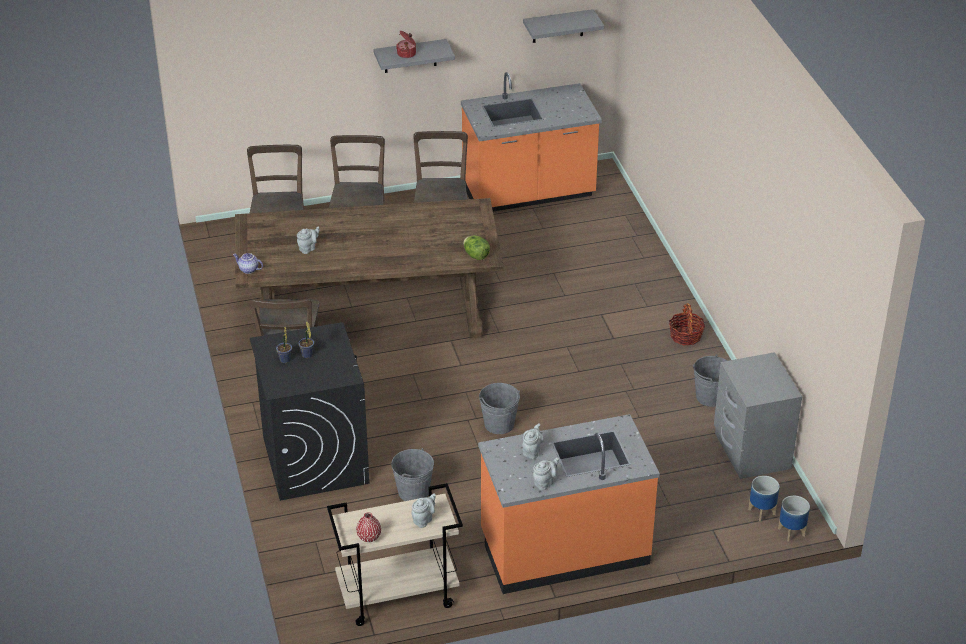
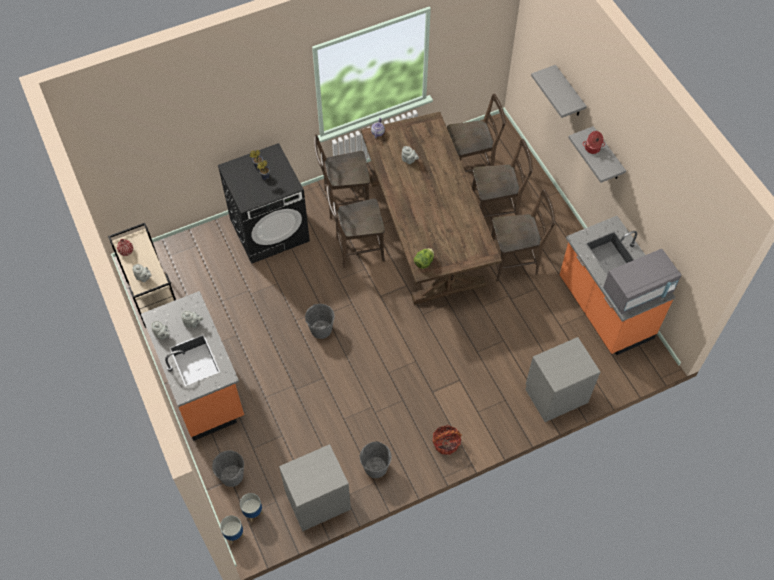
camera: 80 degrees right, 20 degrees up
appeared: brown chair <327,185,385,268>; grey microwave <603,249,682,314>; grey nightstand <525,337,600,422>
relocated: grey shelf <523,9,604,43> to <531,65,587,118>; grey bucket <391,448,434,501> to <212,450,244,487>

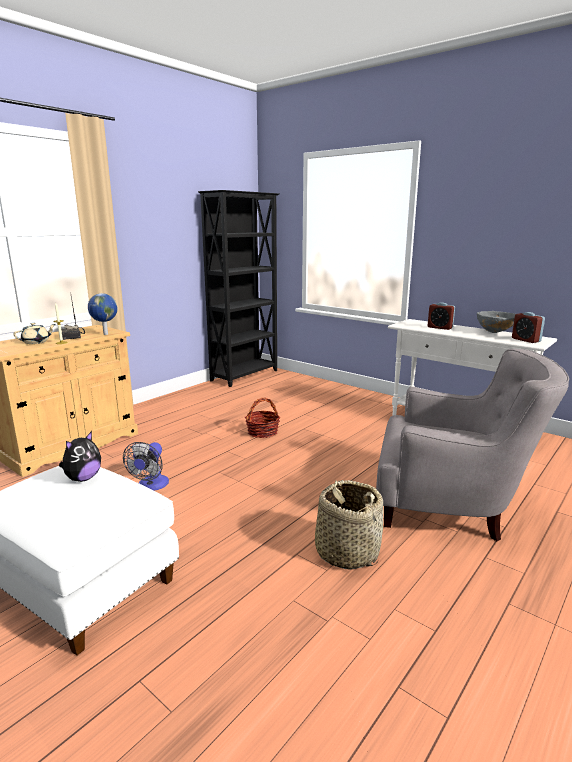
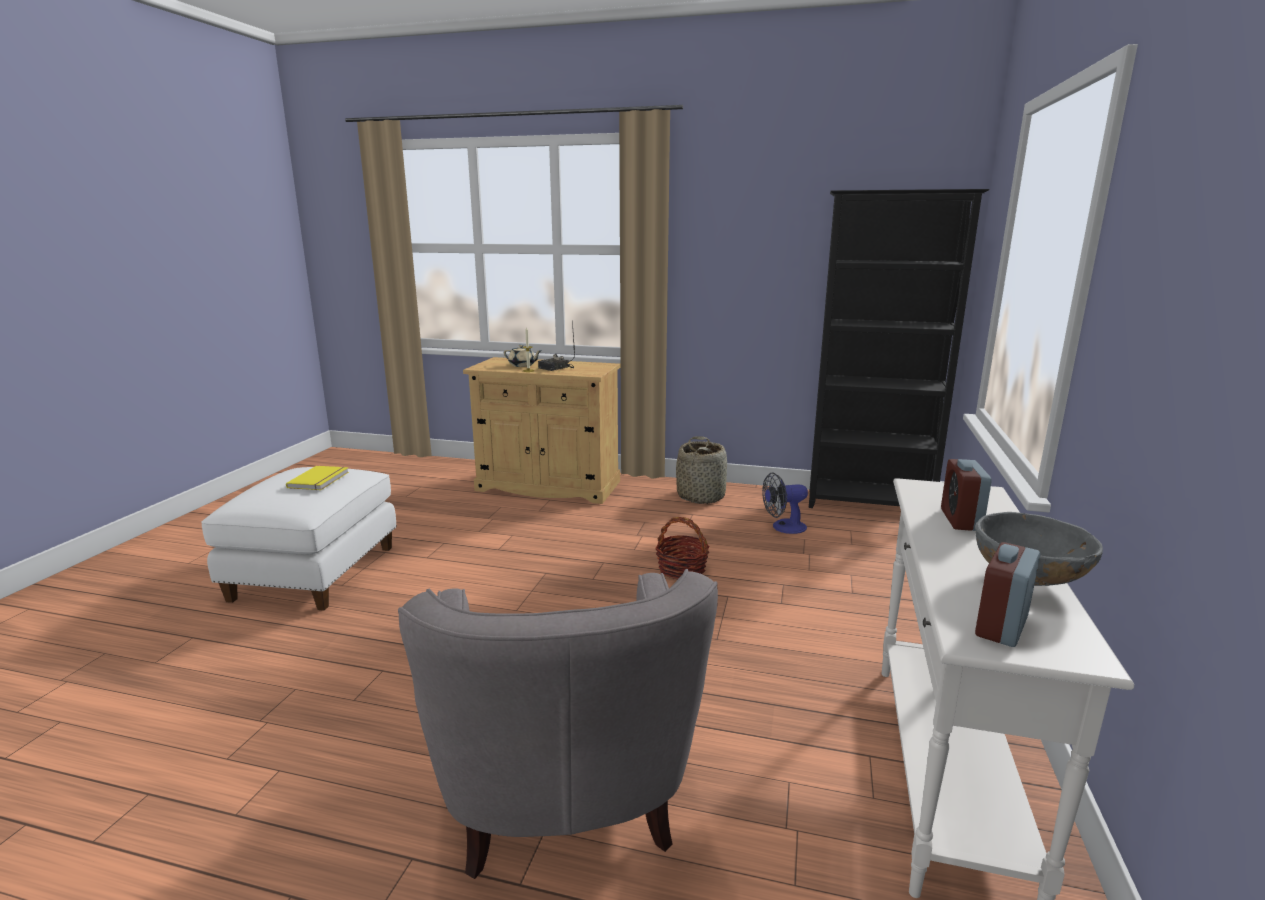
camera: 65 degrees right, 0 degrees up
missing: globe <88,293,118,335>
relocated: fan <123,442,169,491> to <762,473,808,534>; basket <315,480,383,570> to <676,436,727,504>
exchanged: plush toy <59,431,101,482> to yellow book <286,466,349,490>

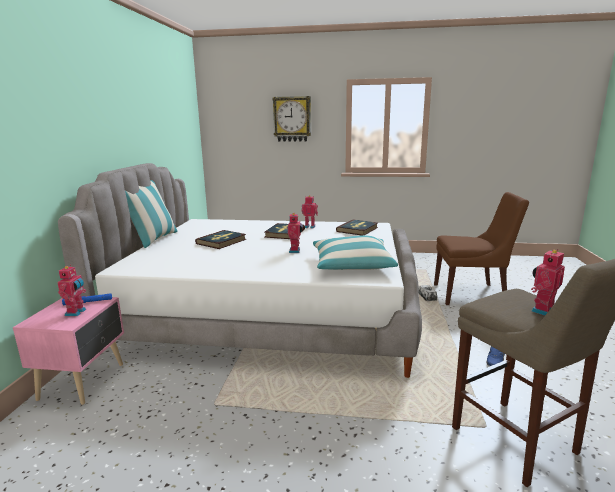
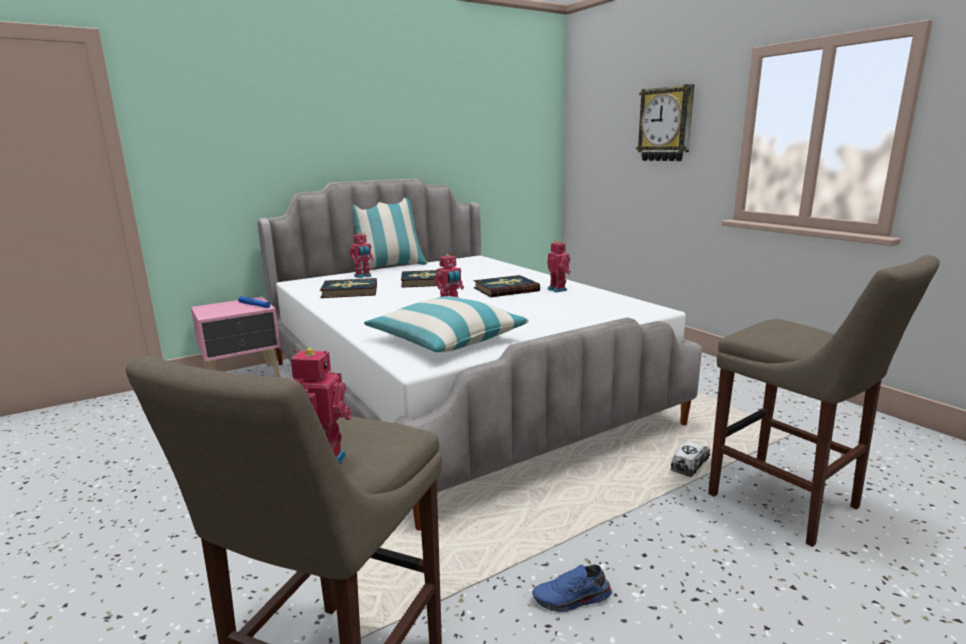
camera: 50 degrees right, 0 degrees up
relocated: book <336,220,378,235> to <320,278,377,298>; toy robot <57,265,86,316> to <349,233,374,278>
exchanged: brown chair <434,192,529,305> to beige stool <708,255,940,547>

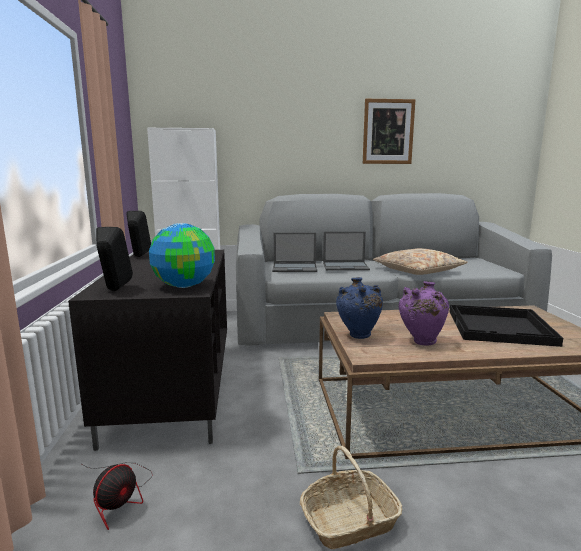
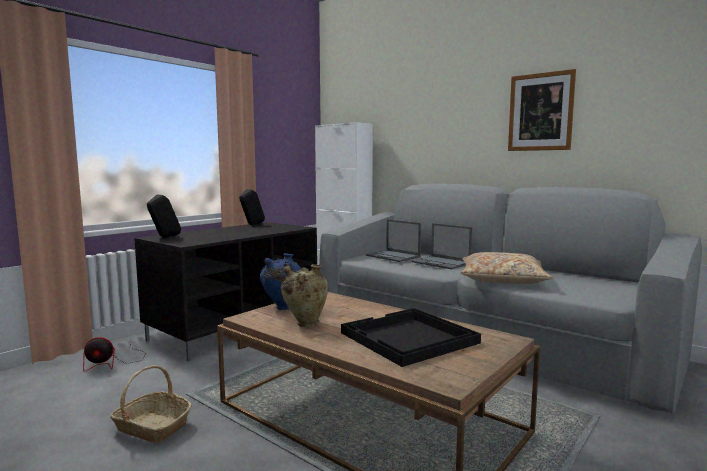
camera: 45 degrees right, 5 degrees down
missing: globe <149,223,215,288>
colour: purple vase <398,281,449,345> to beige vase <281,264,328,327>

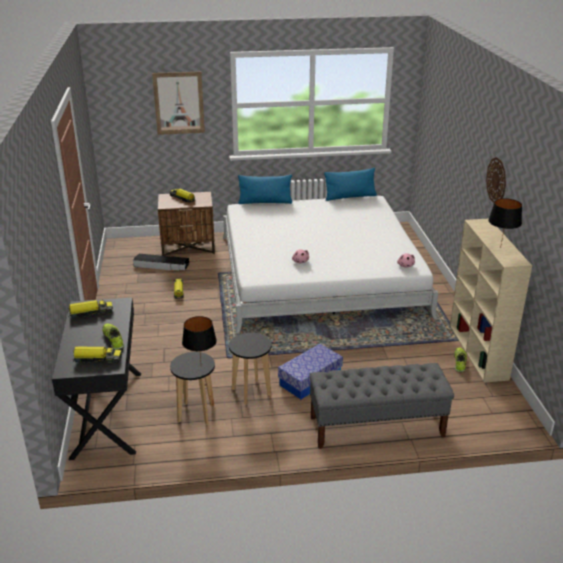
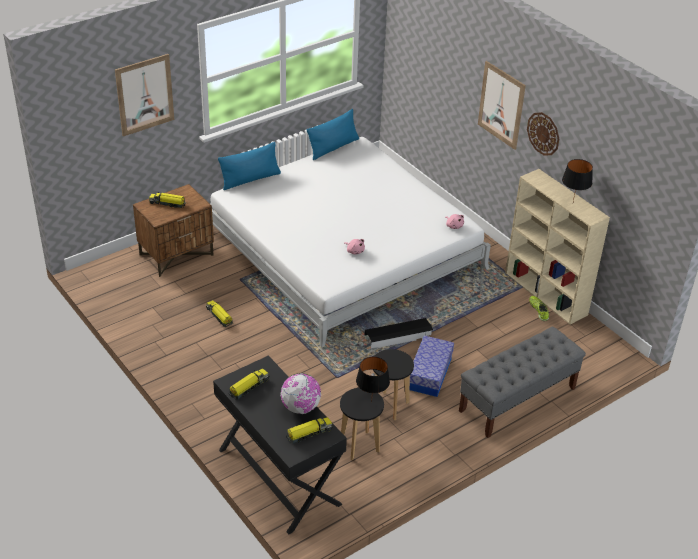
camera: 30 degrees left, 10 degrees up
appeared: picture <478,61,526,150>
relocated: black storage box <133,254,189,270> to <364,318,433,349>
exchanged: shoe <102,323,124,350> to globe <280,373,321,414>

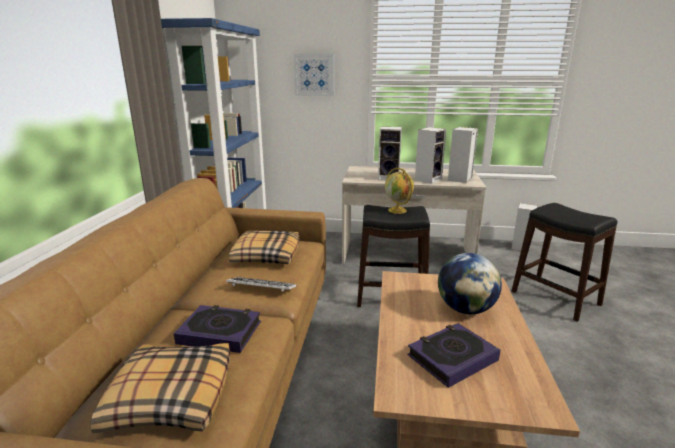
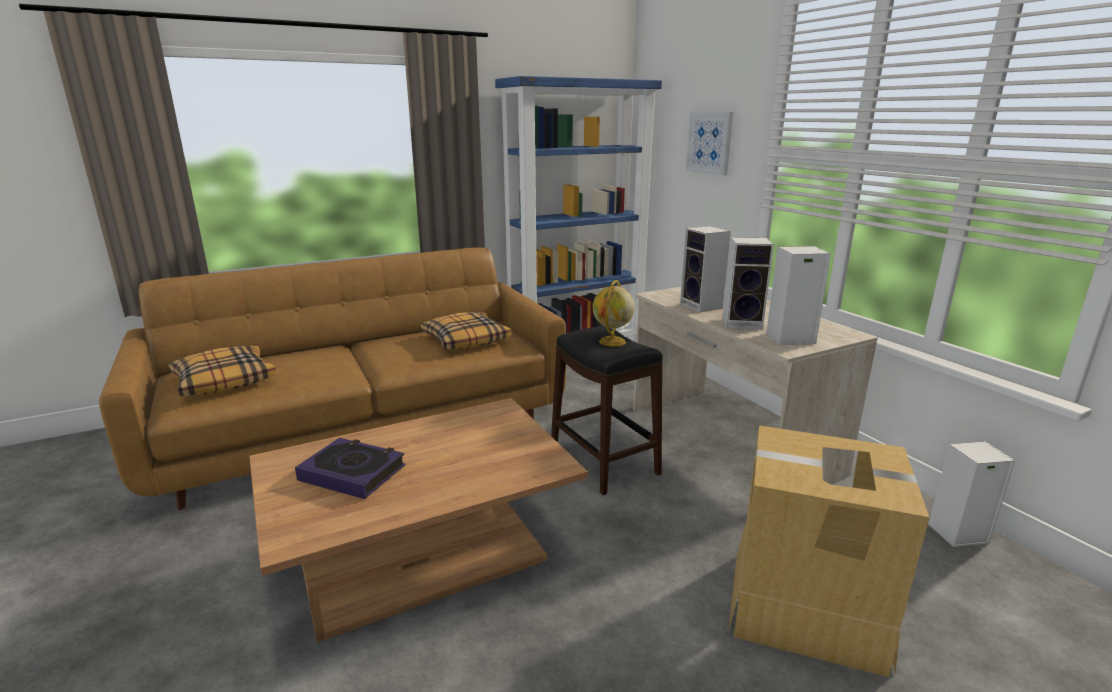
camera: 55 degrees right, 0 degrees up
missing: globe <438,253,502,314>; keyboard <226,277,296,292>; book <174,305,261,353>
exchanged: black stool <511,203,618,321> to cardboard box <728,425,929,677>

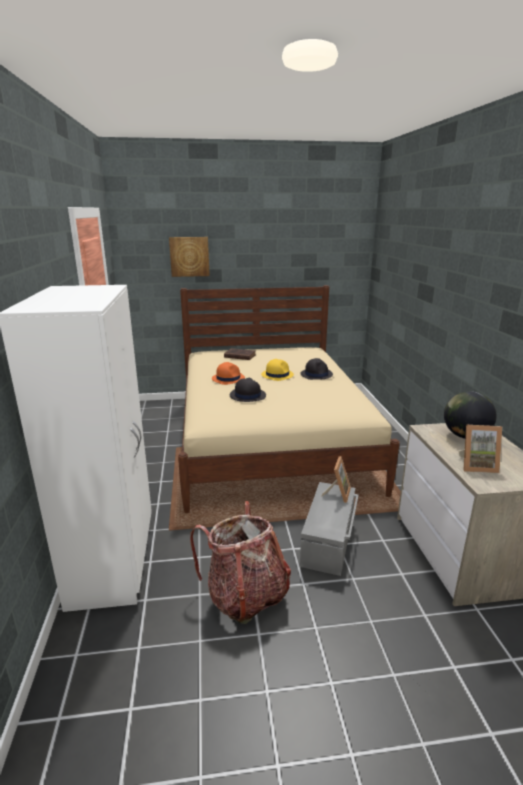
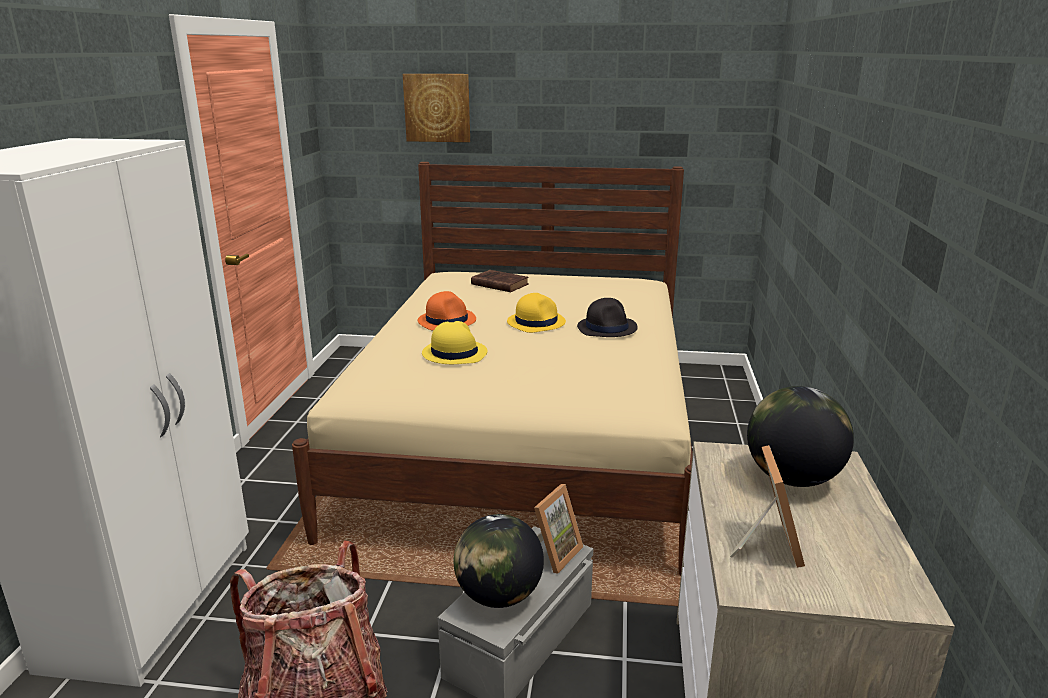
camera: 15 degrees right, 0 degrees up
appeared: globe <454,514,544,608>
colour: black hat <230,378,266,402> to yellow hat <422,321,487,364>
spun: picture frame <458,425,502,473> = <730,445,805,568> 105 degrees counterclockwise

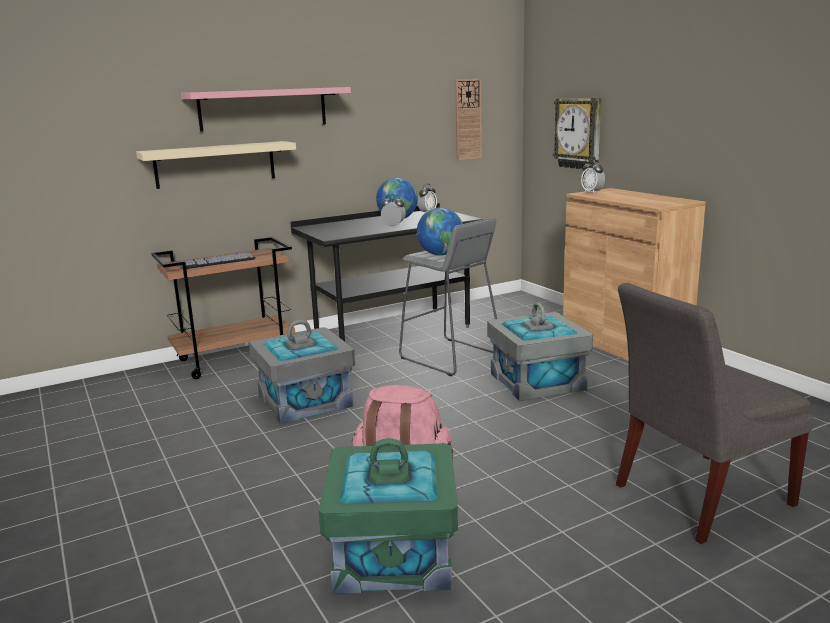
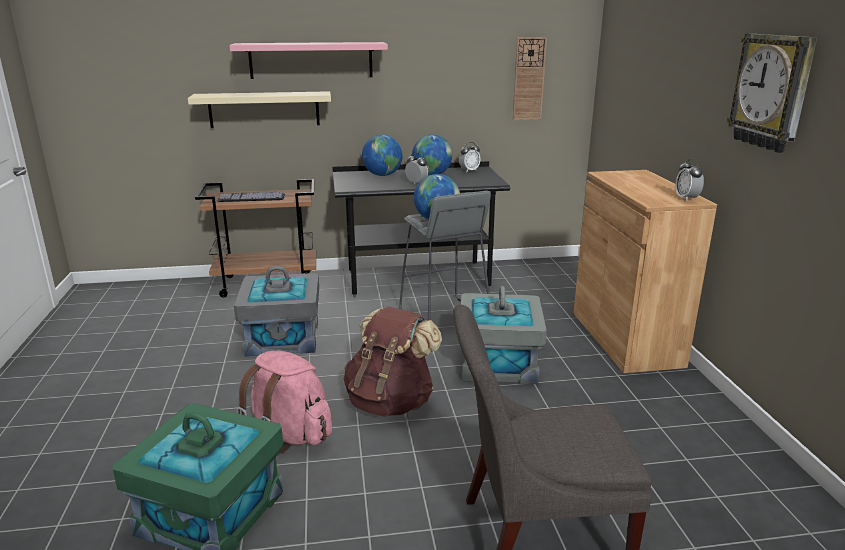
camera: 20 degrees right, 5 degrees up
appeared: globe <362,135,403,176>; brown backpack <344,307,442,417>
relocated: wall clock <553,98,601,169> to <727,34,817,153>; alarm clock <581,159,605,193> to <675,158,704,201>

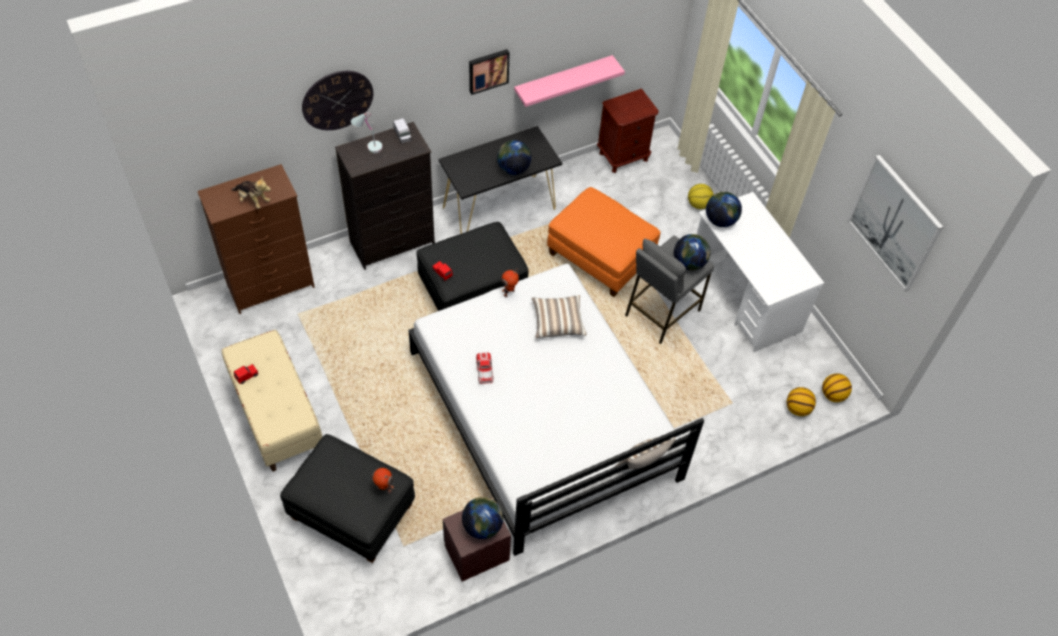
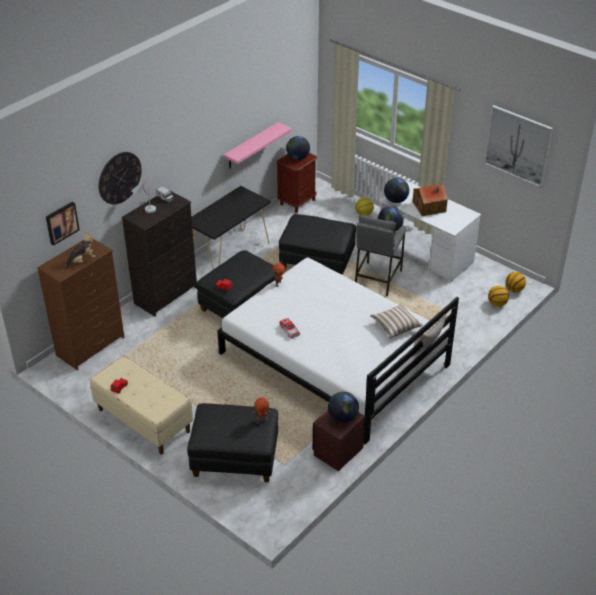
camera: 20 degrees left, 15 degrees down
appeared: toy house <413,185,448,216>
relocated: picture <469,49,510,95> to <46,202,79,246>; globe <497,140,531,175> to <286,136,310,160>; pillow <532,295,587,338> to <370,304,423,338>
colour: orange ottoman <547,187,661,297> to black ottoman <279,214,356,275>
spun: plush toy <231,176,271,209> = <64,232,96,269> 45 degrees counterclockwise

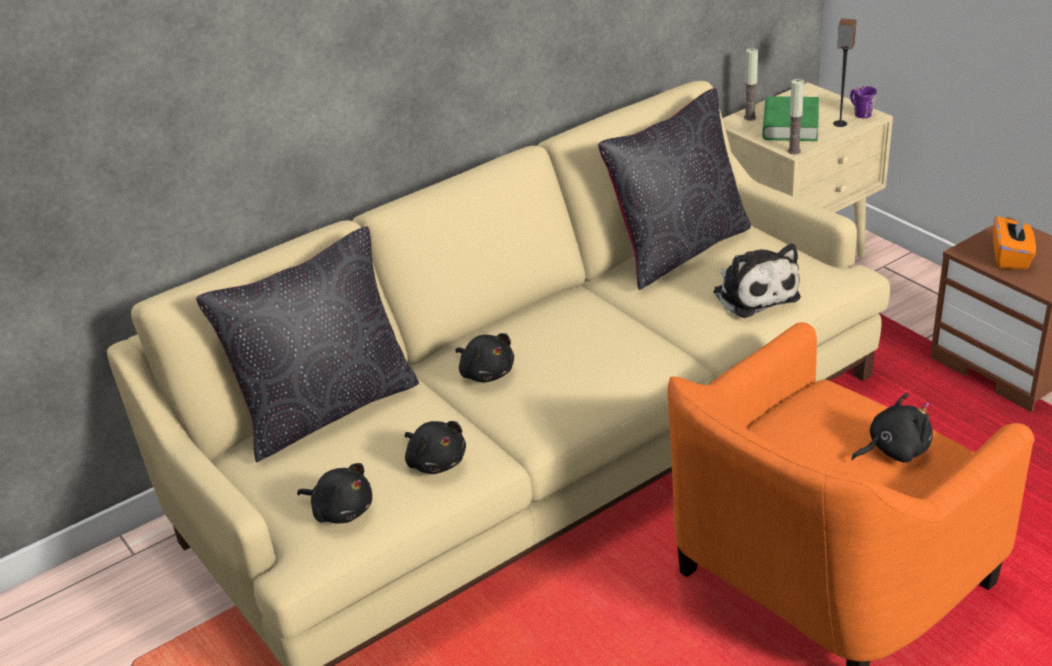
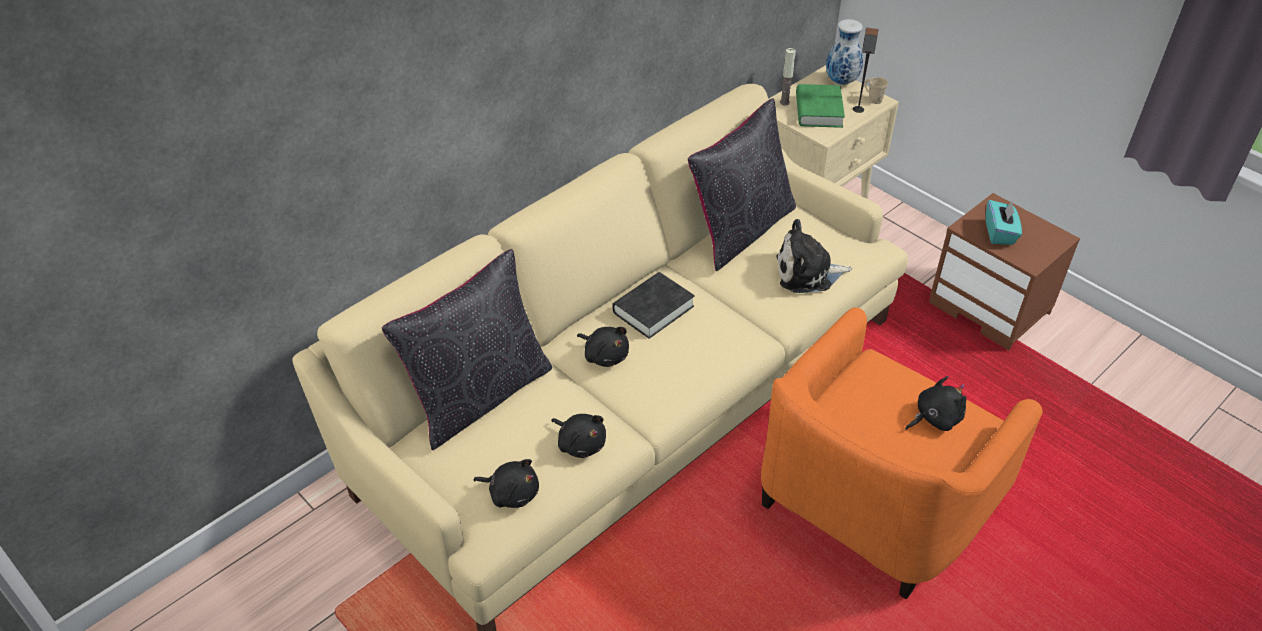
camera: 10 degrees left, 10 degrees up
missing: candle <788,79,804,154>
appeared: vase <826,19,863,85>; black book <612,272,695,339>
colour: purple mug <850,86,877,118> to beige mug <865,77,888,104>; orange tissue box <993,213,1036,270> to turquoise tissue box <986,200,1022,245>
spun: plush toy <713,244,801,318> = <776,219,852,293> 120 degrees clockwise

